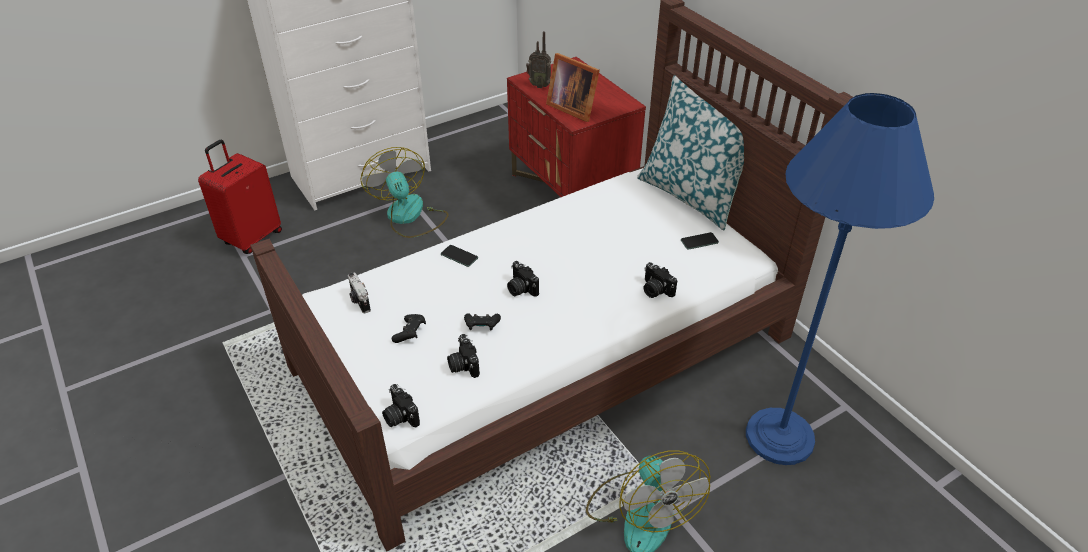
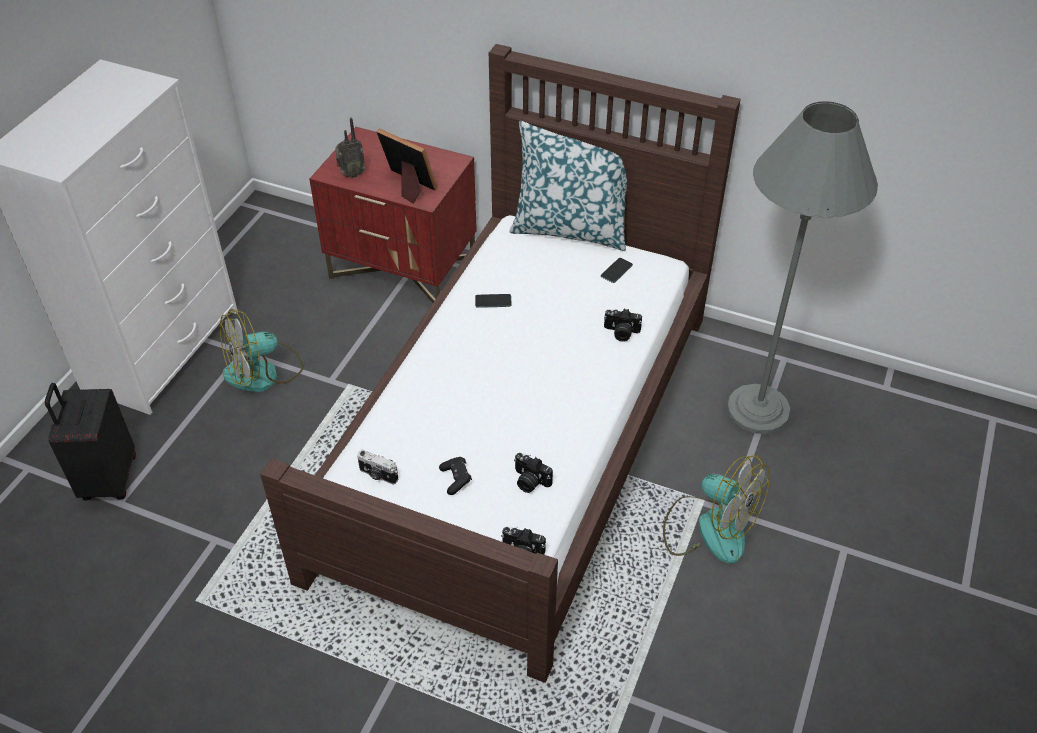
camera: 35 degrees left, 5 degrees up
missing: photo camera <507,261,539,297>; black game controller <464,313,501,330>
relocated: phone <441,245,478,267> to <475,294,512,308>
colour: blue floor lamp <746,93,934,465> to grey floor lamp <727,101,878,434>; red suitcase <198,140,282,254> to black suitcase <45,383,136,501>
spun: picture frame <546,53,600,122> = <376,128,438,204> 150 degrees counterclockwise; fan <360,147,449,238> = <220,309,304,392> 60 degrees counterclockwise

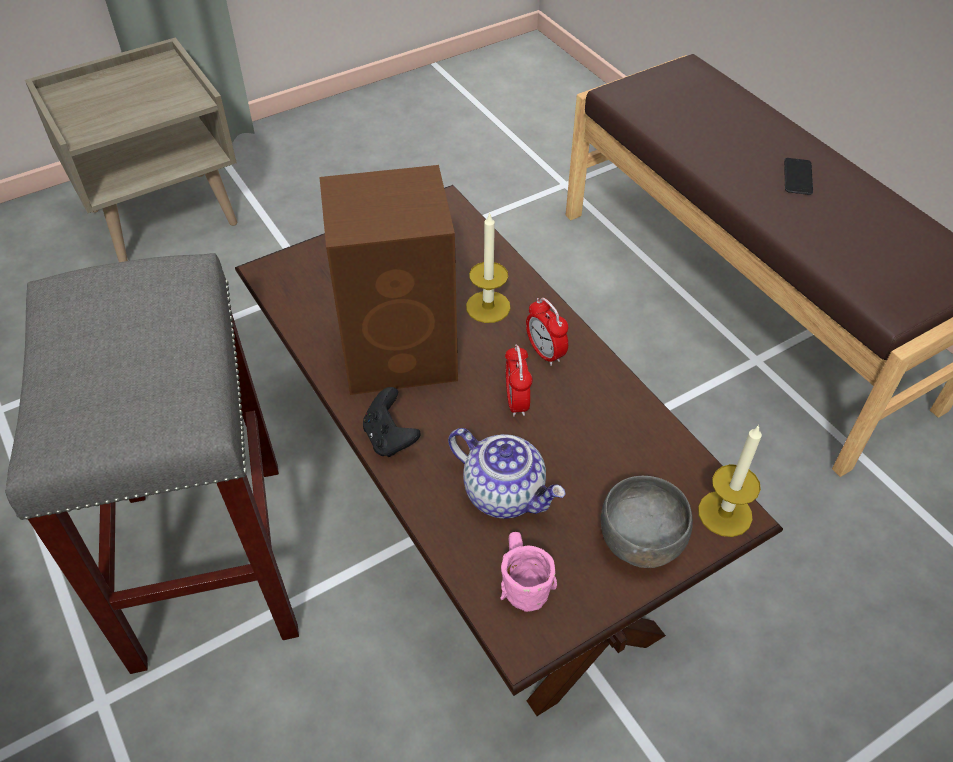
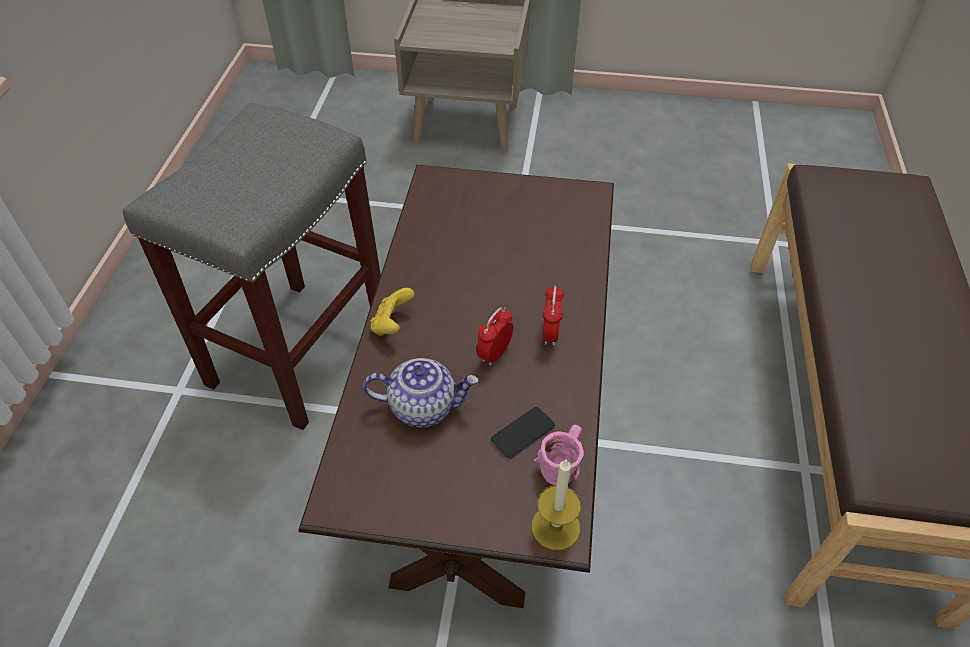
camera: 40 degrees right, 0 degrees up
missing: brown speaker <319,165,458,395>; candle <466,212,510,323>; grey bowl <601,476,693,568>
relocated: phone <784,158,813,195> to <491,407,555,458>; pink mug <500,532,557,612> to <534,425,584,485>
colour: black game controller <363,387,421,457> to yellow game controller <370,288,414,336>
spun: teapot <448,428,566,519> = <363,358,479,427> 75 degrees counterclockwise

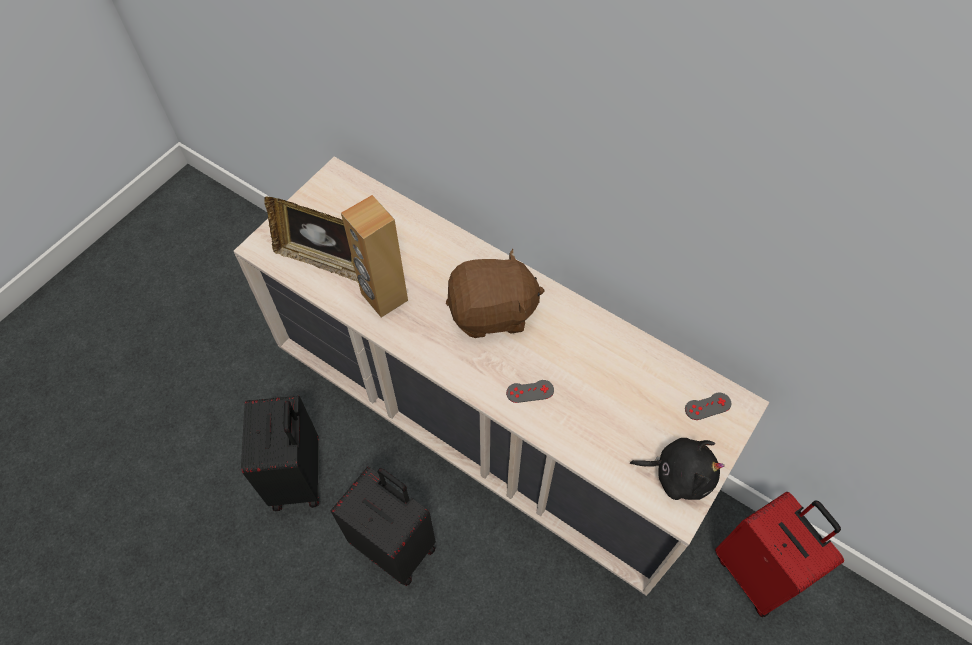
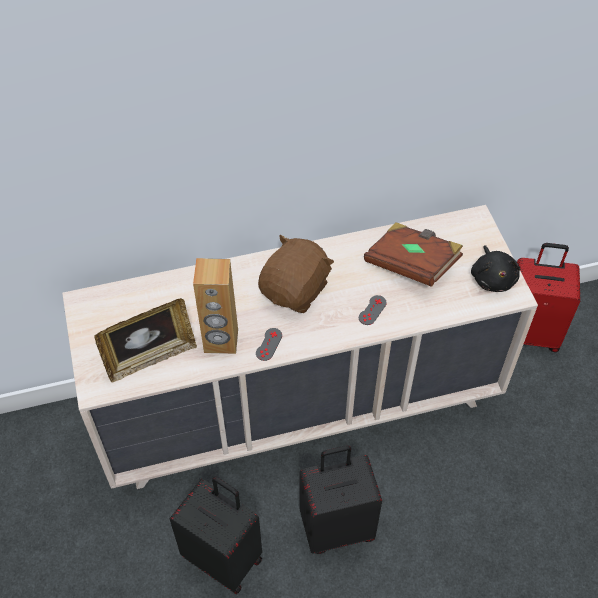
camera: 50 degrees left, 5 degrees down
appeared: brown book <364,222,463,287>
relocated: grey game controller <685,392,731,420> to <256,328,282,361>
spun: black plush toy <630,438,725,500> = <471,245,521,292> 120 degrees clockwise

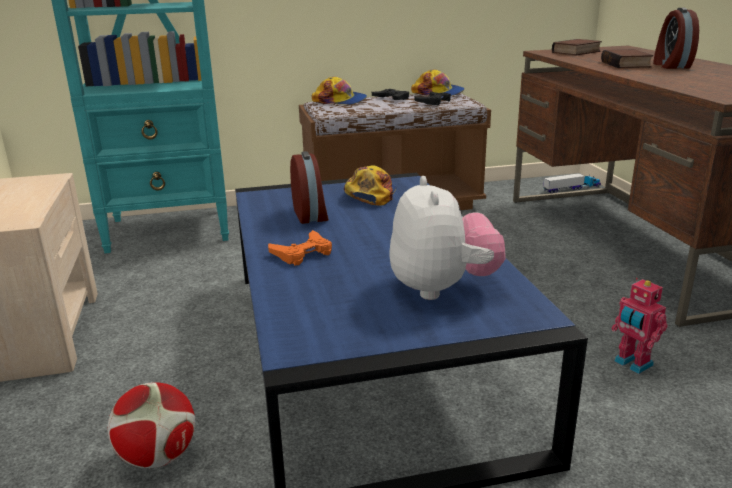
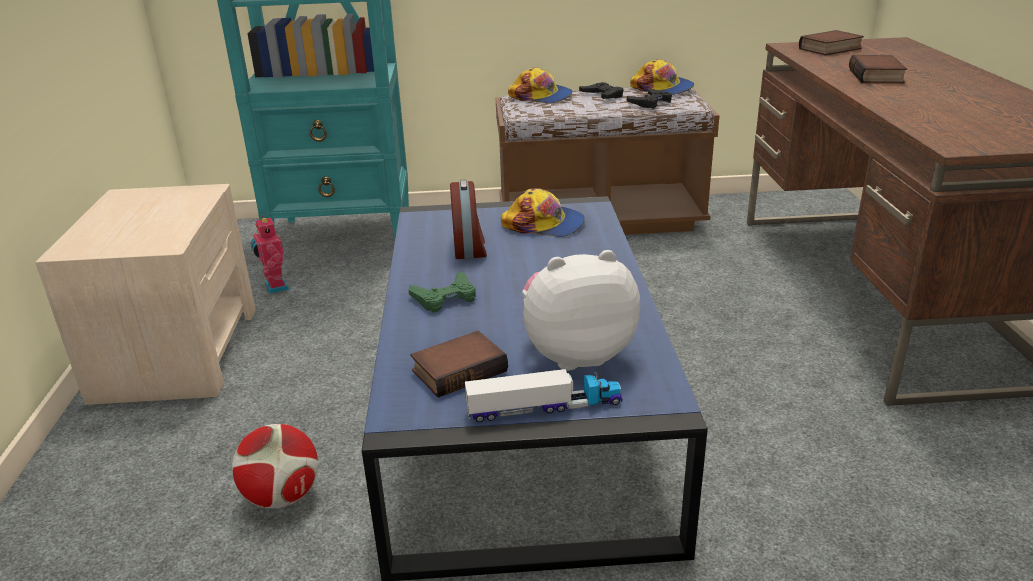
camera: 10 degrees right, 5 degrees up
missing: alarm clock <653,8,699,69>
appeared: book <411,331,508,398>
relocated: toy truck <543,173,601,193> to <465,369,622,422>; toy robot <611,278,668,374> to <251,216,289,294>
colour: orange game controller <268,230,332,266> to green game controller <409,271,476,312>
spun: cap <344,166,396,205> = <501,188,585,237> 90 degrees clockwise; plush toy <389,176,506,300> = <522,250,640,371> 105 degrees counterclockwise

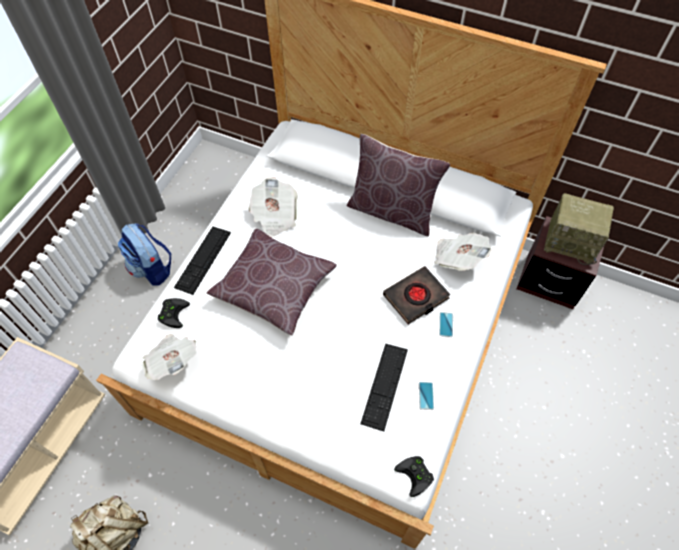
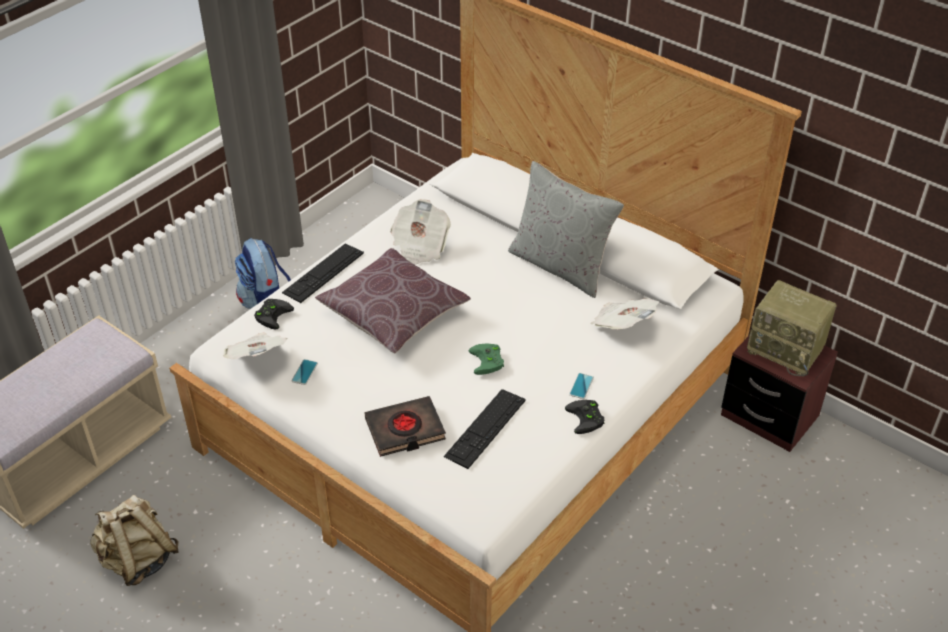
camera: 15 degrees right, 15 degrees down
appeared: green game controller <469,344,504,375>
relocated: black book <383,266,450,324> to <365,396,446,457>; phone <419,382,434,410> to <291,359,318,385>; black game controller <394,456,434,497> to <565,400,604,434>
colour: brown pillow <347,134,450,236> to grey pillow <508,161,624,298>

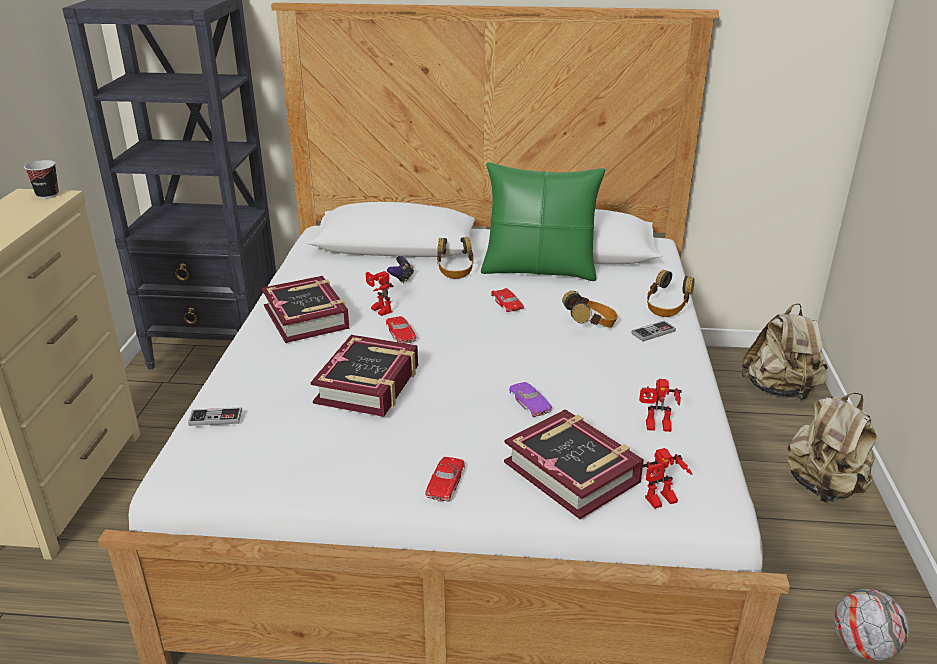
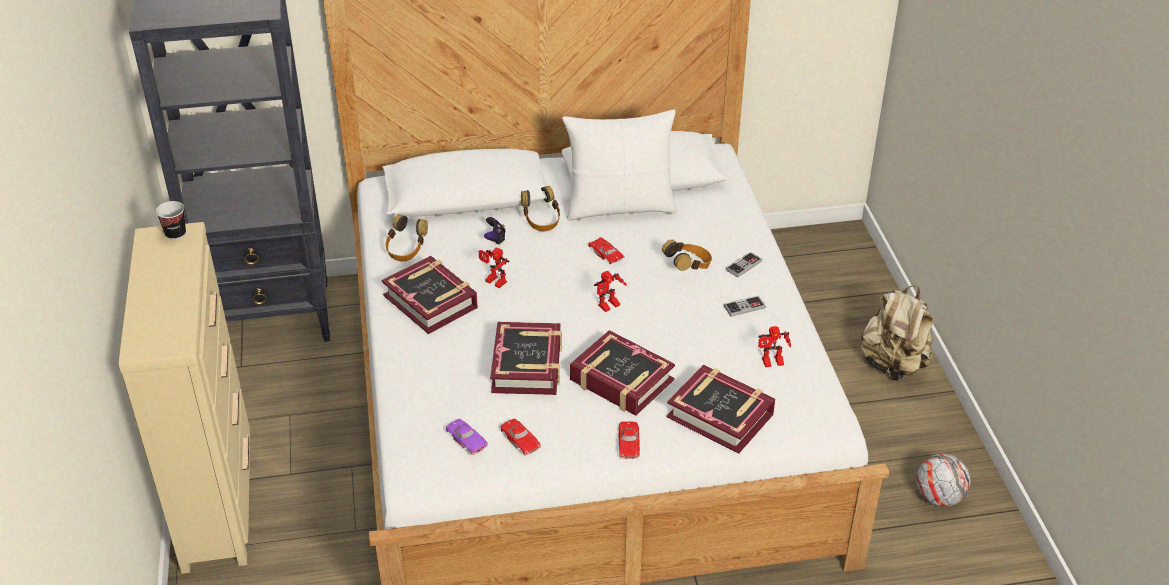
camera: 15 degrees left, 10 degrees up
missing: beige backpack <741,303,828,400>
appeared: book <570,330,675,416>
relocated: headphones <647,270,695,317> to <386,214,428,261>; red toy car <386,316,416,343> to <500,419,541,455>; purple toy car <509,382,552,417> to <446,419,488,455>; game controller <188,407,242,426> to <724,296,766,317>; toy robot <642,448,692,509> to <594,271,627,312>
colour: green pillow <481,162,605,281> to white pillow <562,110,677,220>

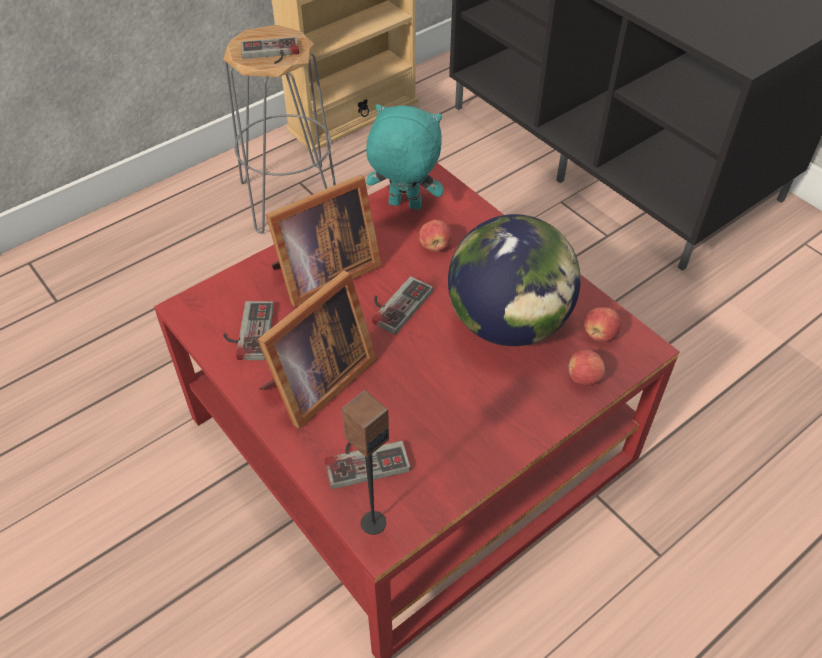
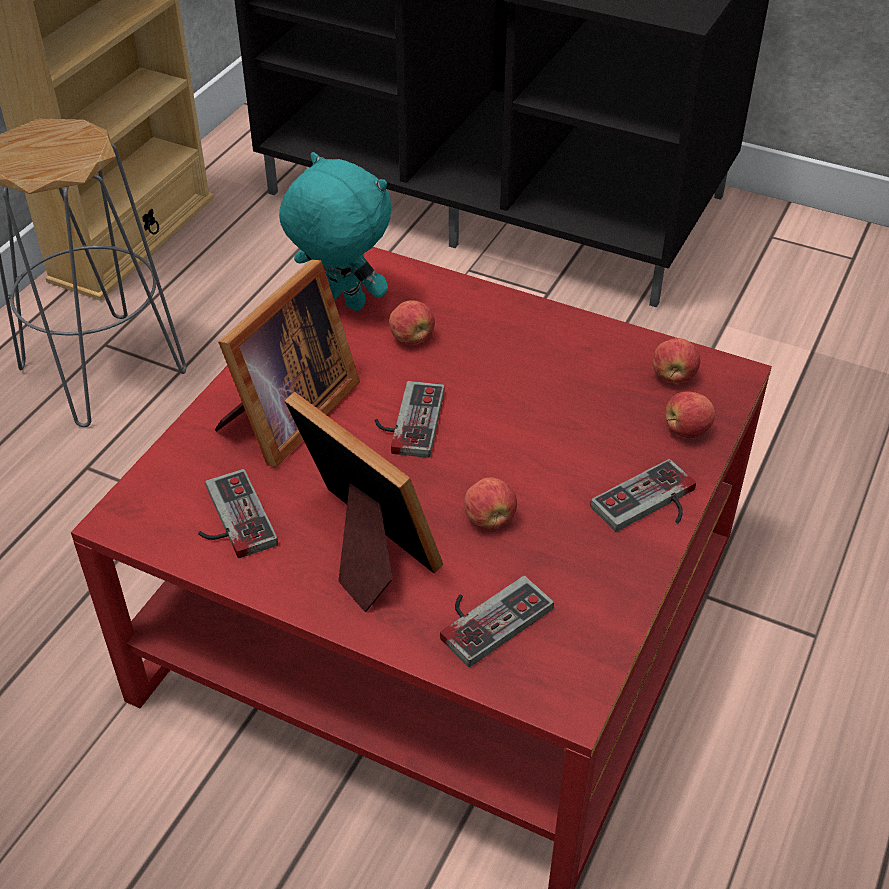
camera: 25 degrees left, 5 degrees down
missing: globe <448,214,581,346>; speaker <342,390,389,535>
appeared: apple <464,477,517,529>
relocated: game controller <241,37,299,64> to <590,459,696,532>
spun: turquoise plush toy <366,104,444,210> = <279,152,392,311> 45 degrees clockwise; picture frame <257,271,377,429> = <284,392,443,612> 60 degrees counterclockwise

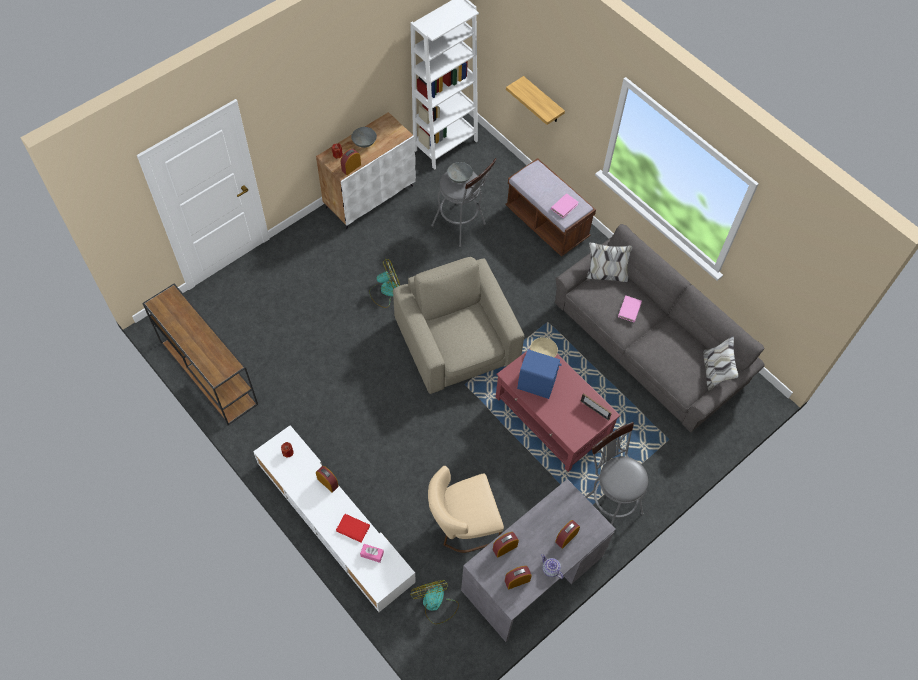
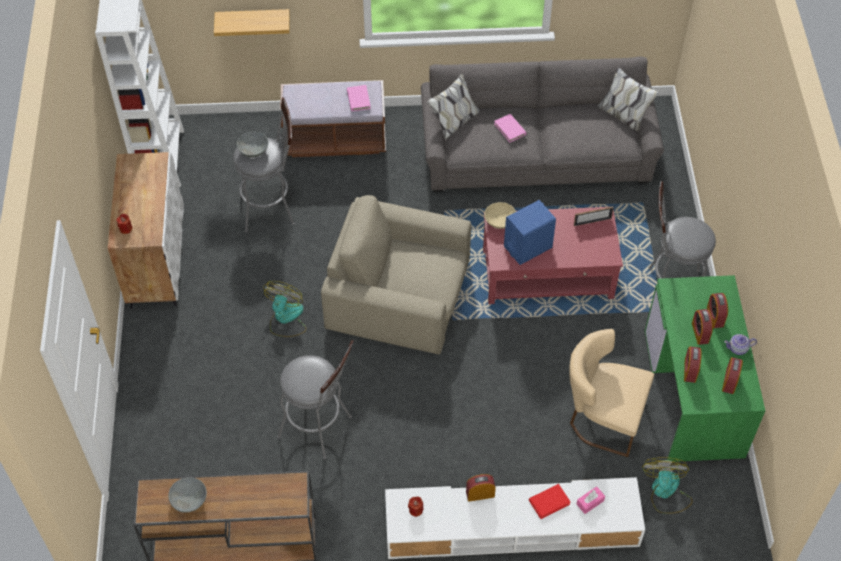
camera: 50 degrees left, 5 degrees down
appeared: grey stool <277,340,354,460>
relocated: grey bowl <351,127,377,148> to <168,477,207,513>; alarm clock <341,149,361,175> to <692,309,713,345>
colour: grey desk <461,479,616,642> to green desk <645,275,765,462>
spun: beige chair <428,466,504,553> = <569,329,654,457> 90 degrees clockwise; fan <410,580,459,624> = <642,457,693,514> 75 degrees clockwise

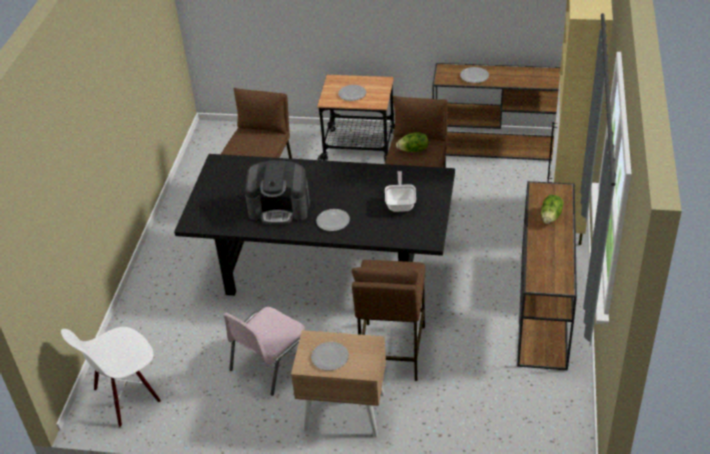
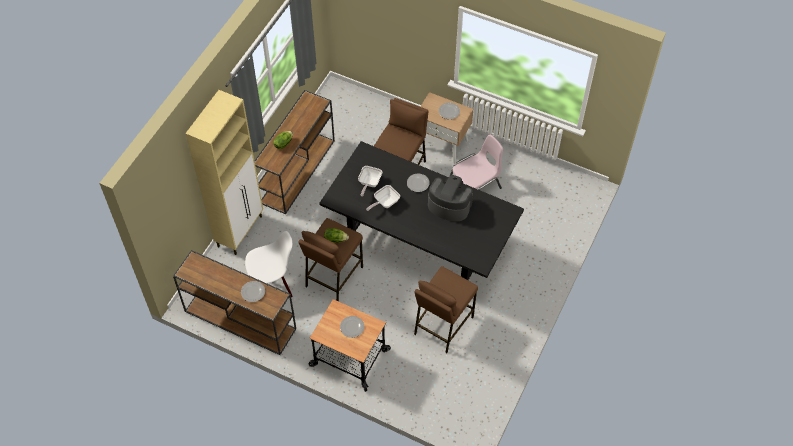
camera: 165 degrees left, 15 degrees up
appeared: frying pan <366,185,400,211>
relocated: white chair <61,327,161,427> to <245,231,293,297>

